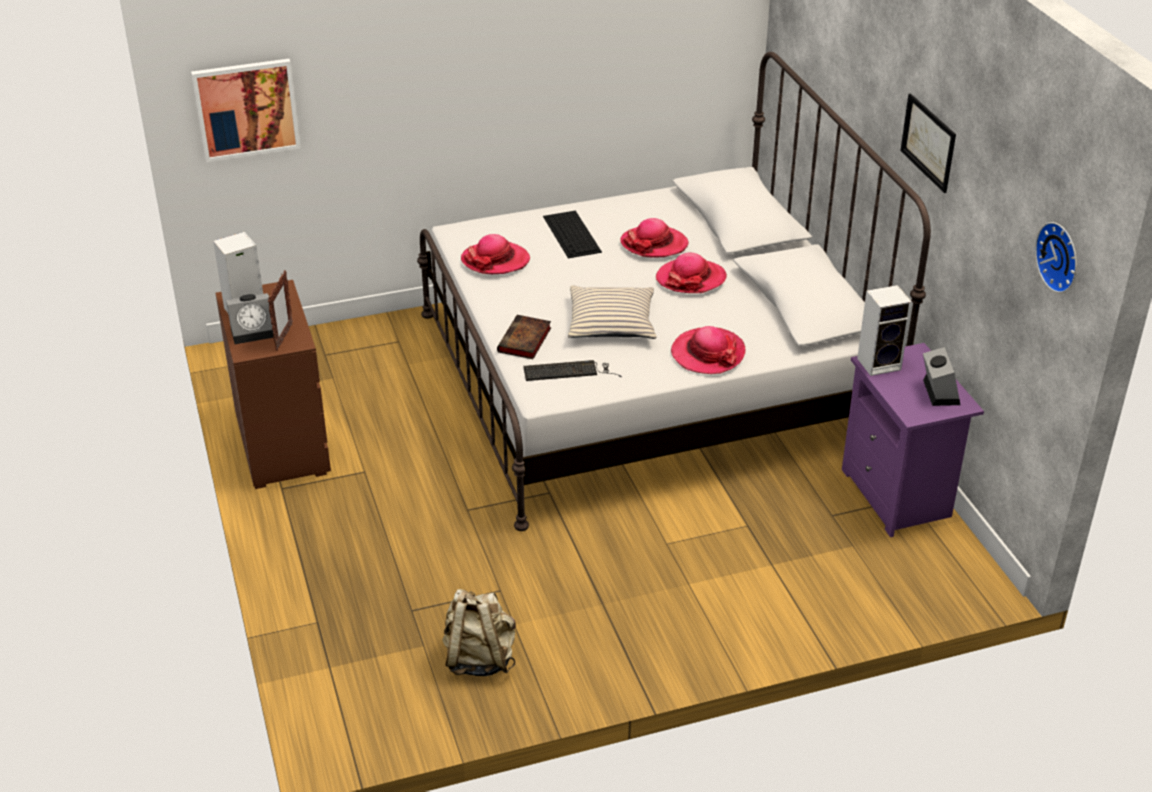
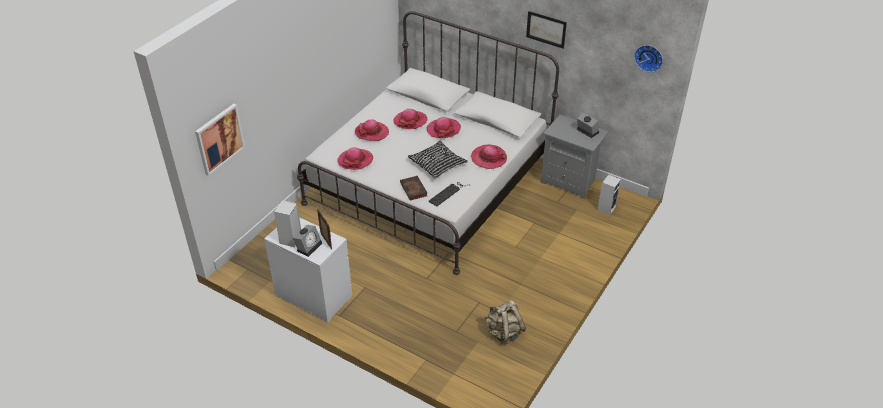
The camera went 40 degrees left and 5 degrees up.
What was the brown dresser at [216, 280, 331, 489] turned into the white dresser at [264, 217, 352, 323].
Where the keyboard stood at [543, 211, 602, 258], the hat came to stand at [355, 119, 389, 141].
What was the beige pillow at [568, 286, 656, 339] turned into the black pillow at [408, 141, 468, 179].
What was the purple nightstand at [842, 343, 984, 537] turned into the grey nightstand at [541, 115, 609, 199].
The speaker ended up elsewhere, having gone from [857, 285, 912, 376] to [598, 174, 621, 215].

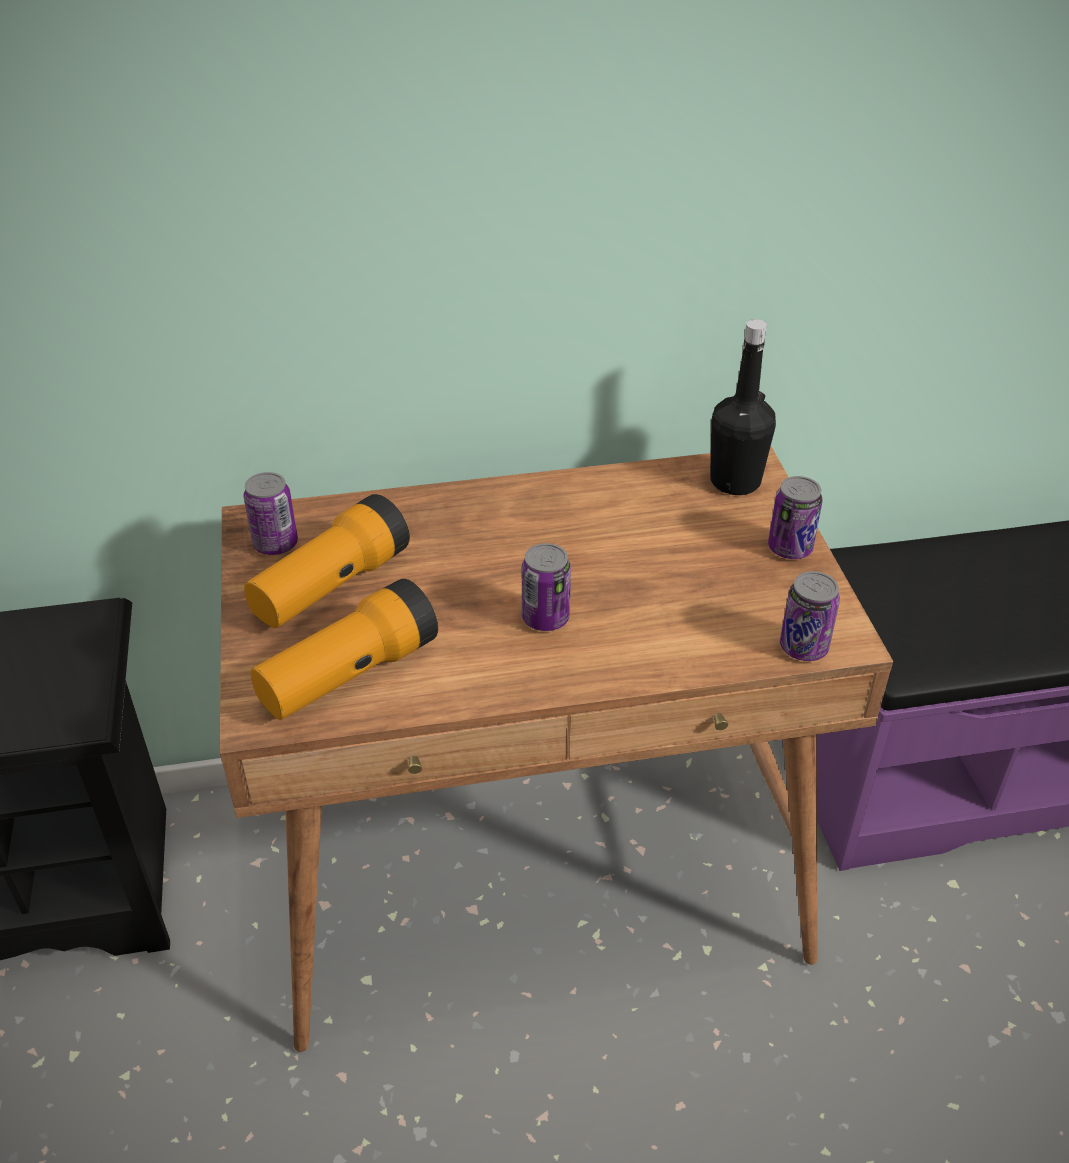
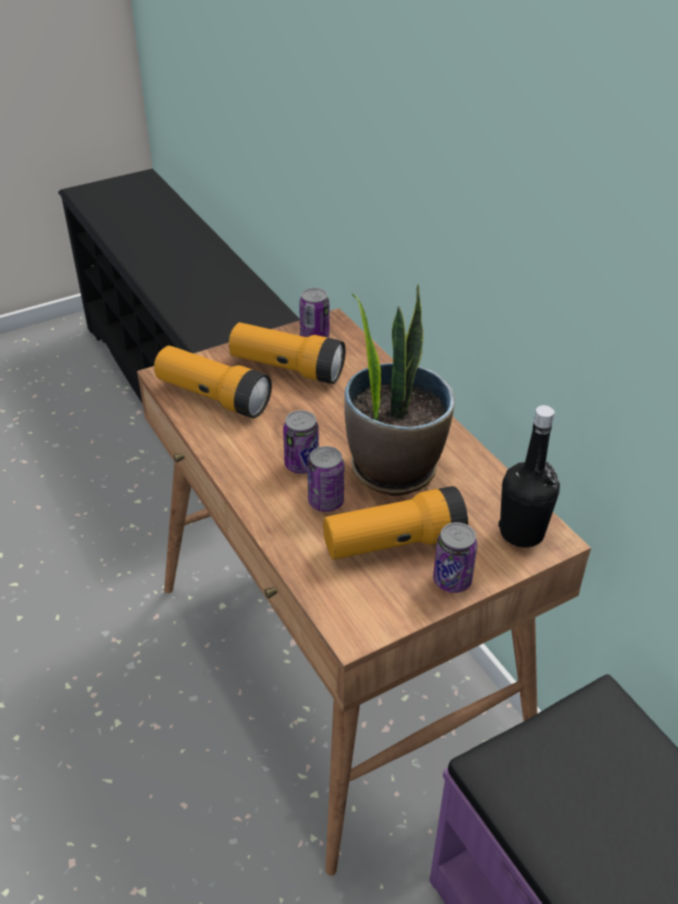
The camera went 70 degrees right and 0 degrees up.
The can ended up elsewhere, having gone from [780, 571, 840, 661] to [307, 446, 344, 512].
The second view gained the flashlight at [323, 486, 468, 559].
The second view gained the potted plant at [344, 284, 455, 496].

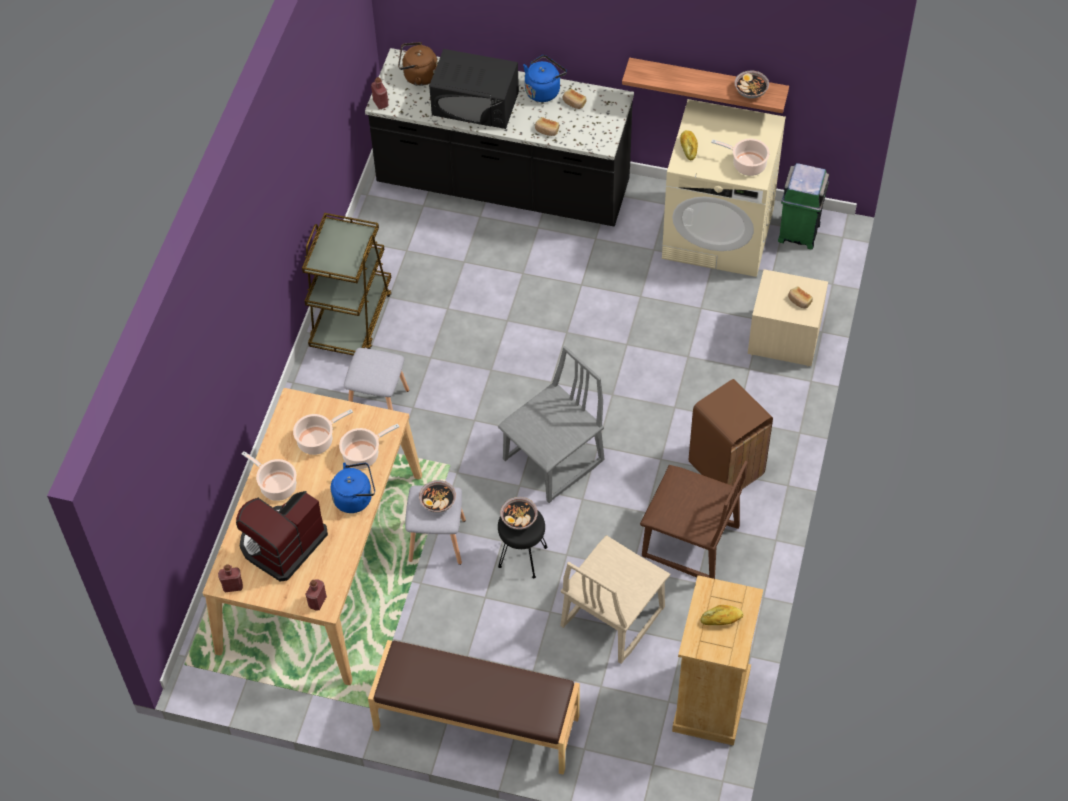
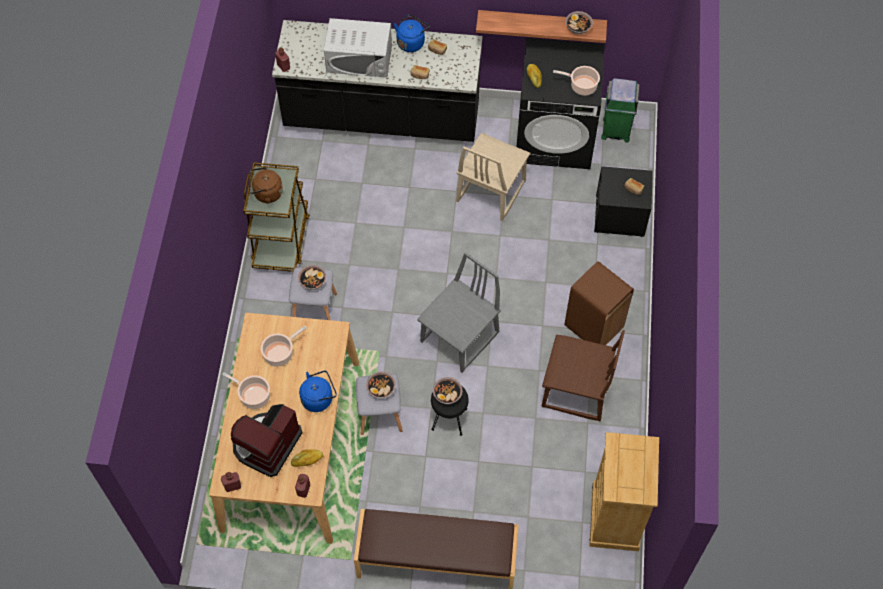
The camera went 10 degrees left and 5 degrees up.
The brown kettle ended up elsewhere, having gone from [398, 42, 438, 86] to [249, 167, 283, 204].
The bread ended up elsewhere, having gone from [700, 605, 743, 625] to [291, 449, 324, 467].
The second view gained the bowl at [298, 265, 326, 290].
What was the black microwave at [429, 49, 519, 129] turned into the white microwave at [324, 18, 392, 77].
The beige chair ended up elsewhere, having gone from [561, 535, 670, 664] to [456, 133, 530, 221].
What was the beige washing machine at [662, 99, 786, 277] turned into the black washing machine at [516, 38, 605, 169].
What was the beige nightstand at [748, 269, 828, 366] turned into the black nightstand at [594, 166, 653, 237].
The second view lost the cooking pot at [339, 424, 399, 469].

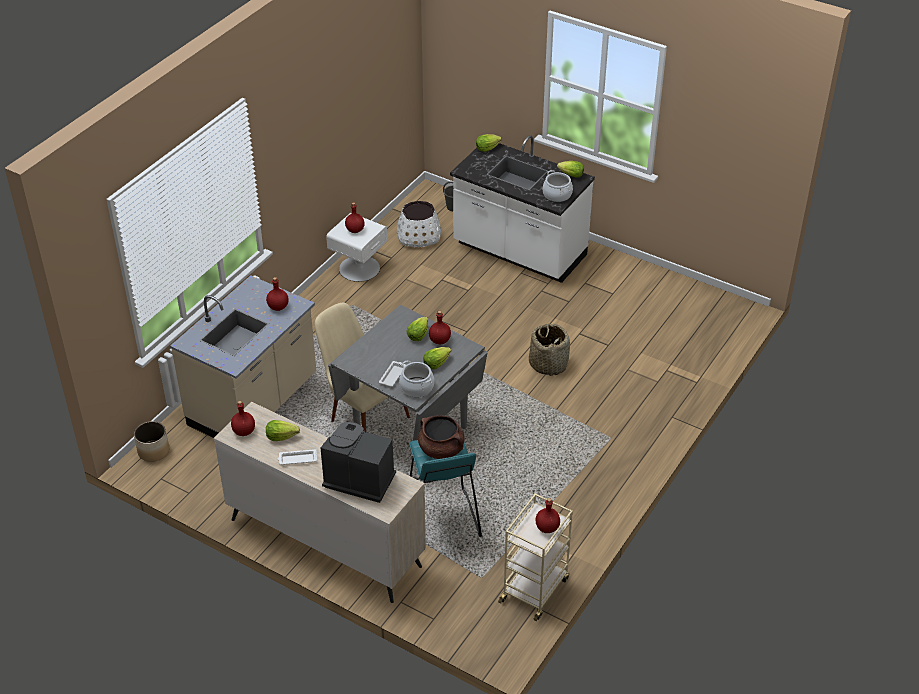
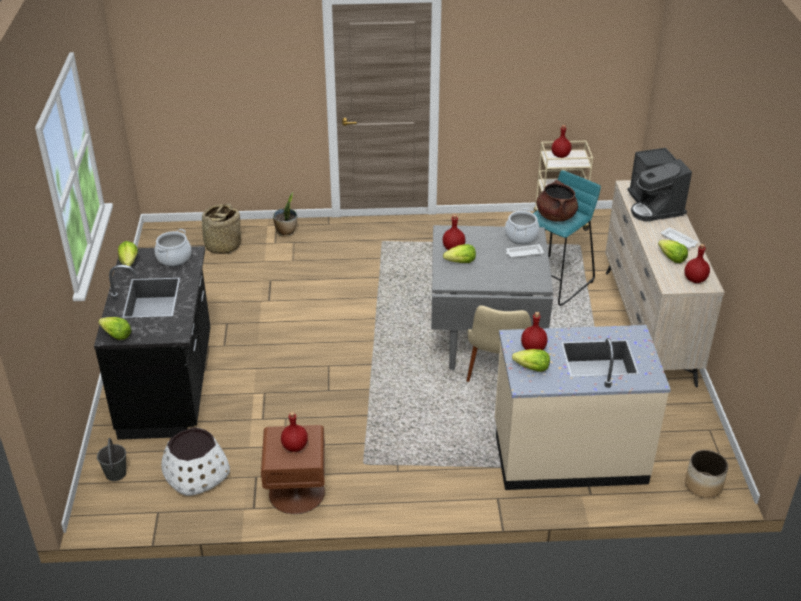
The camera went 125 degrees left and 5 degrees down.
What was the white counter at [450, 135, 595, 283] turned into the black counter at [94, 246, 211, 440].
The basket ended up elsewhere, having gone from [529, 324, 570, 376] to [197, 204, 242, 254].
What was the white nightstand at [326, 213, 388, 282] turned into the brown nightstand at [261, 425, 325, 514].
The second view gained the potted plant at [273, 192, 297, 237].
The lettuce ended up elsewhere, having gone from [423, 347, 451, 369] to [512, 349, 550, 372].

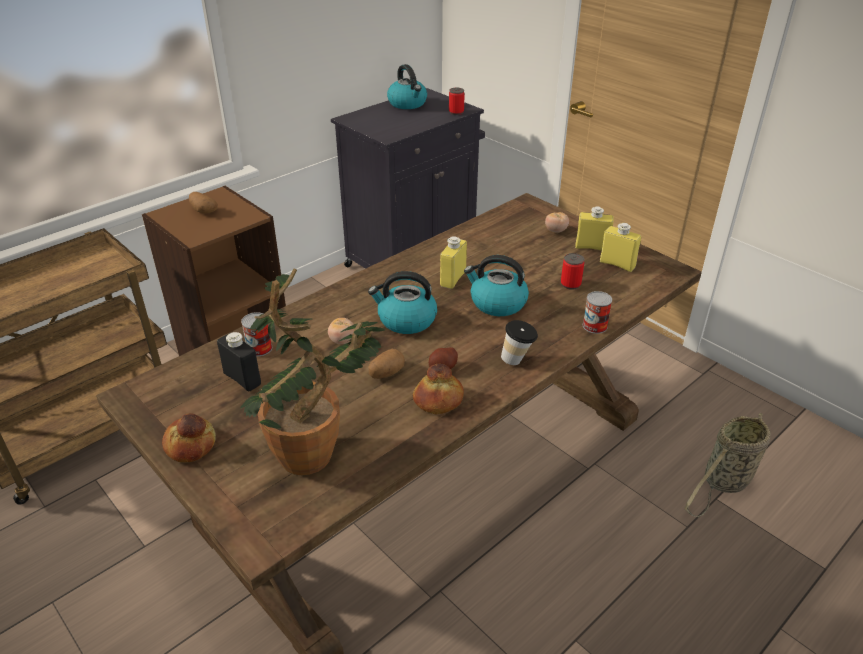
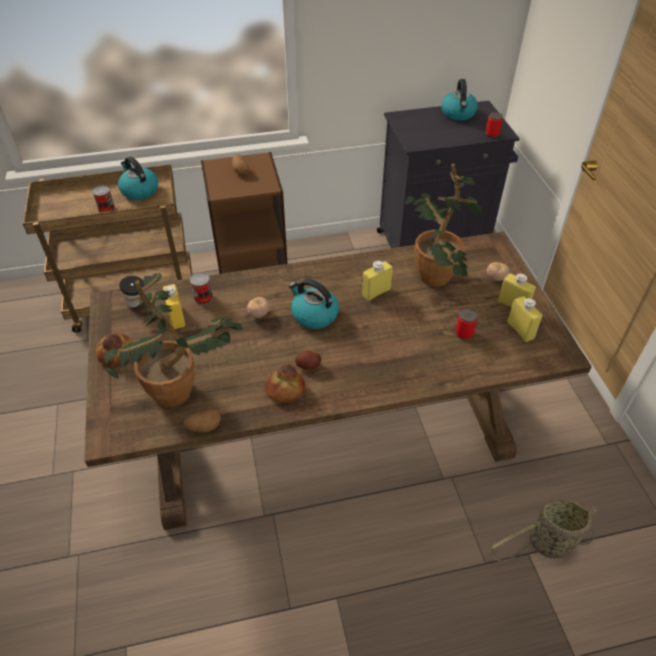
The camera went 30 degrees right and 10 degrees up.
The can ended up elsewhere, having gone from [583, 291, 612, 334] to [92, 185, 115, 213].
The kettle ended up elsewhere, having gone from [464, 255, 529, 316] to [118, 156, 158, 200].
The cup ended up elsewhere, having gone from [501, 320, 538, 365] to [119, 276, 145, 307].
What was the black bottle at [217, 332, 261, 391] turned into the yellow bottle at [163, 284, 185, 329].
The potato ended up elsewhere, having gone from [369, 349, 405, 379] to [184, 409, 221, 433].
The second view gained the potted plant at [405, 164, 483, 287].

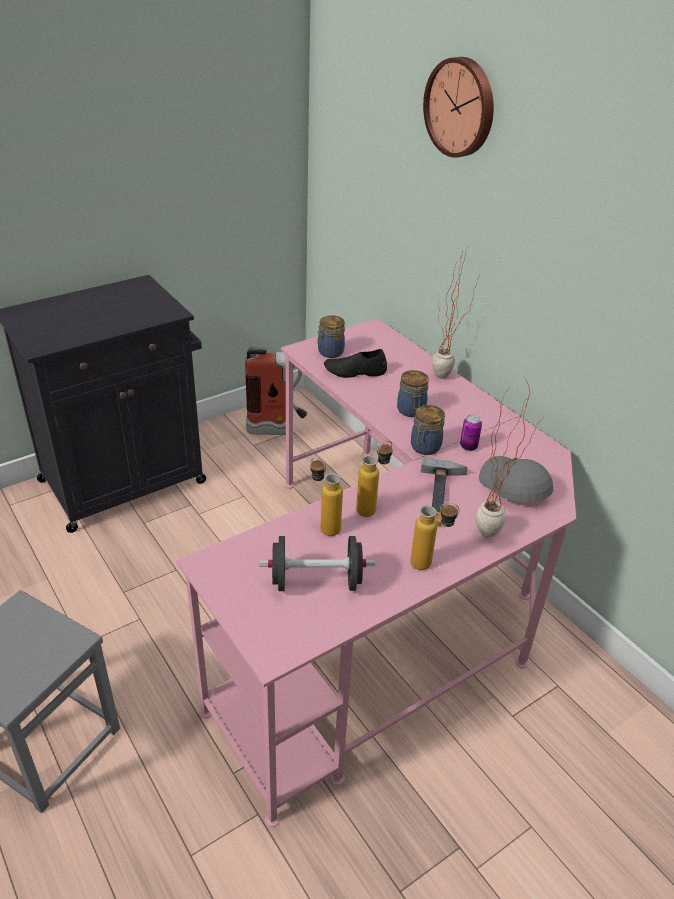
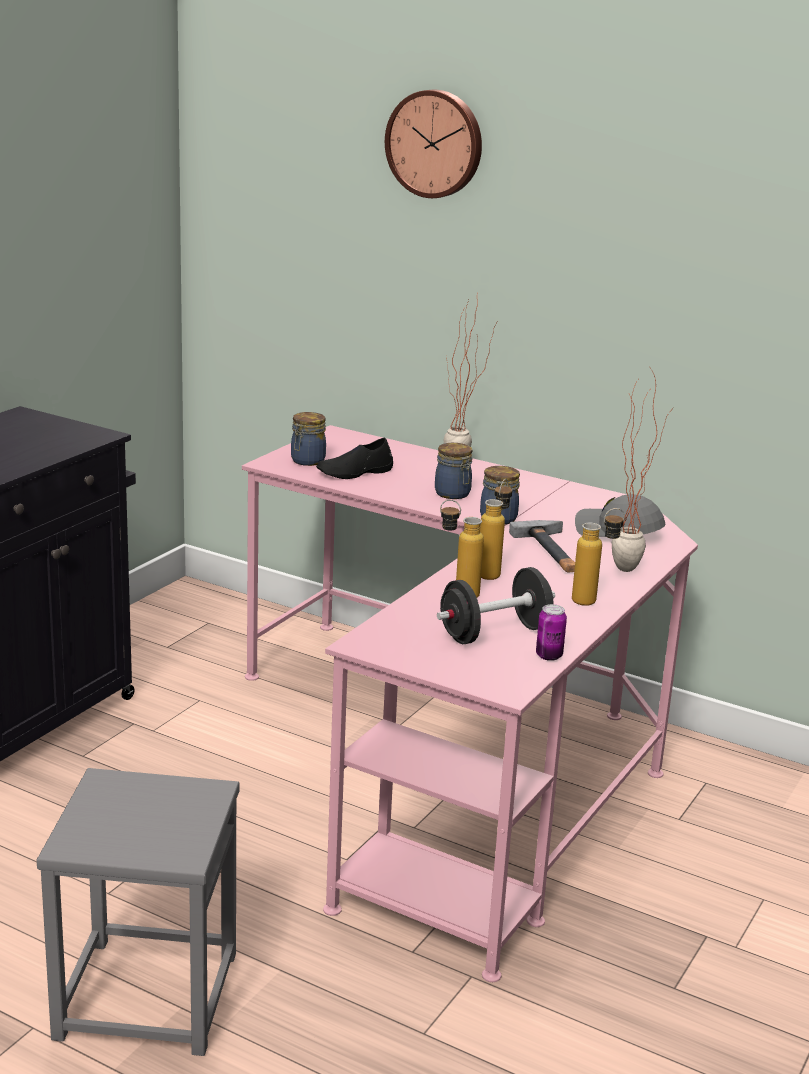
The camera went 25 degrees left and 15 degrees down.
The can ended up elsewhere, having gone from [460, 414, 482, 451] to [536, 604, 567, 661].
The second view lost the fire extinguisher at [245, 345, 307, 435].

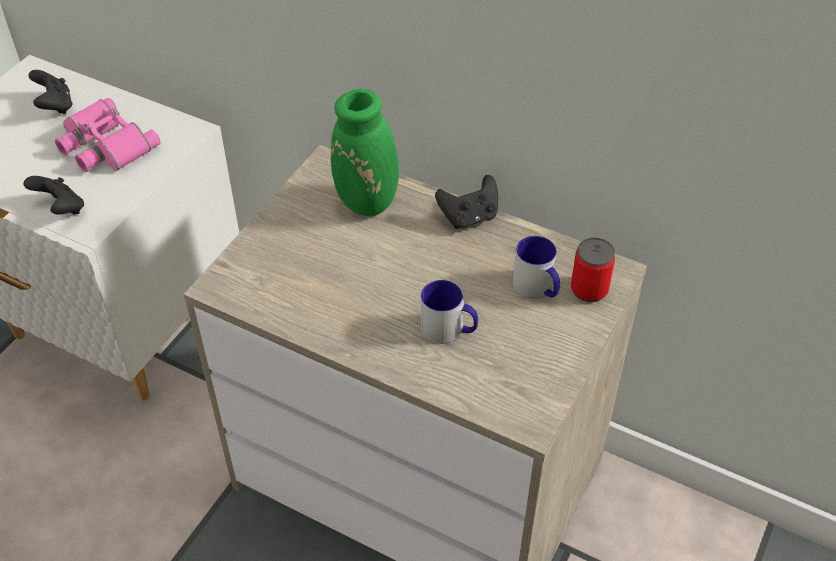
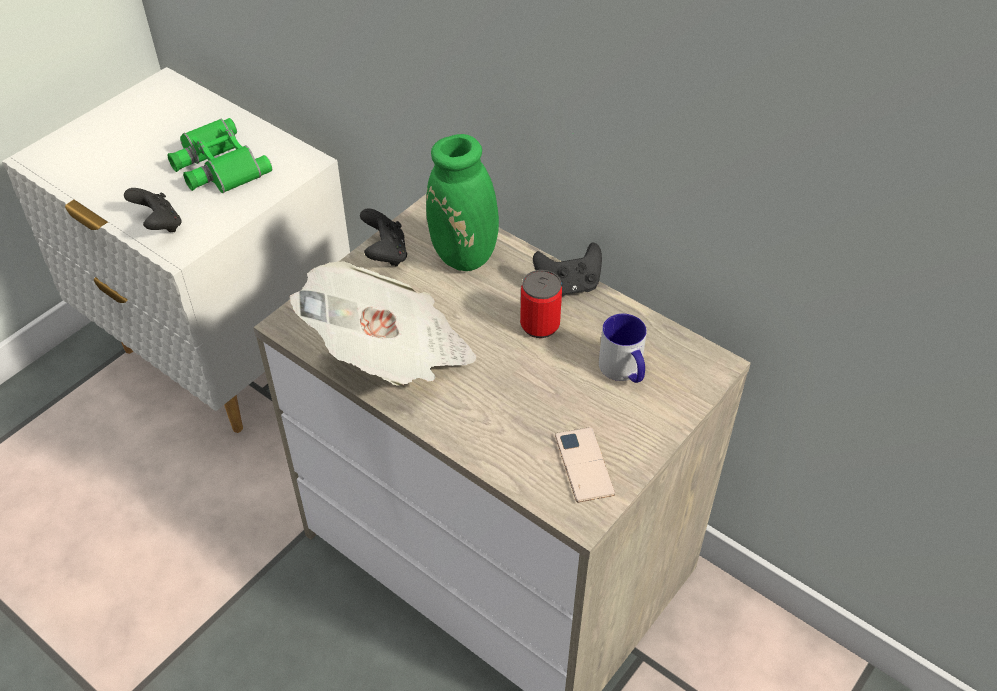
The camera went 10 degrees right and 0 degrees up.
What was the pink binoculars at [55, 98, 160, 172] turned into the green binoculars at [167, 118, 272, 193].
The second view gained the newspaper at [289, 261, 477, 386].
The black game controller ended up elsewhere, having gone from [28, 70, 72, 114] to [360, 208, 407, 267].
The can ended up elsewhere, having gone from [571, 238, 615, 302] to [520, 270, 562, 338].
The second view gained the phone at [555, 427, 615, 503].
The second view lost the mug at [421, 280, 478, 344].

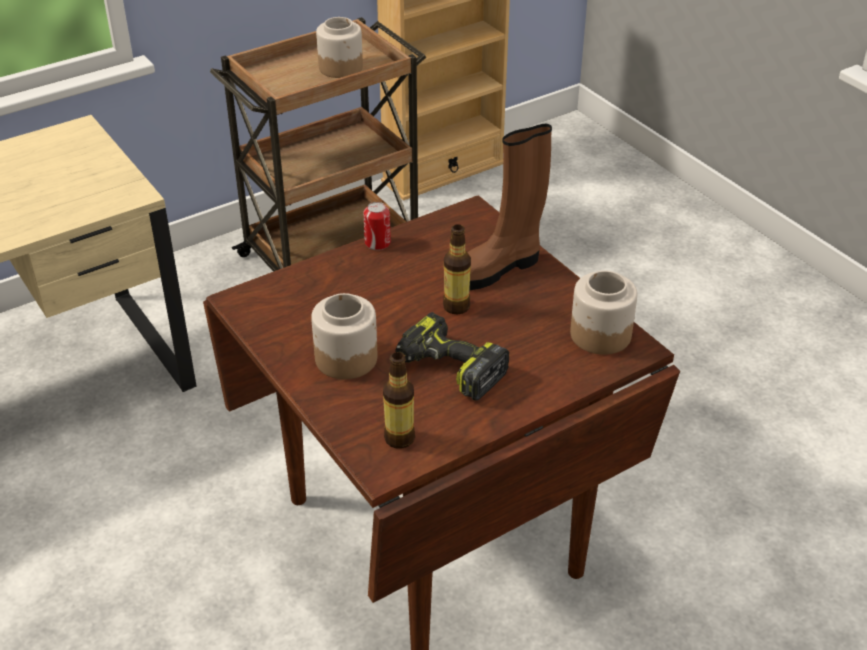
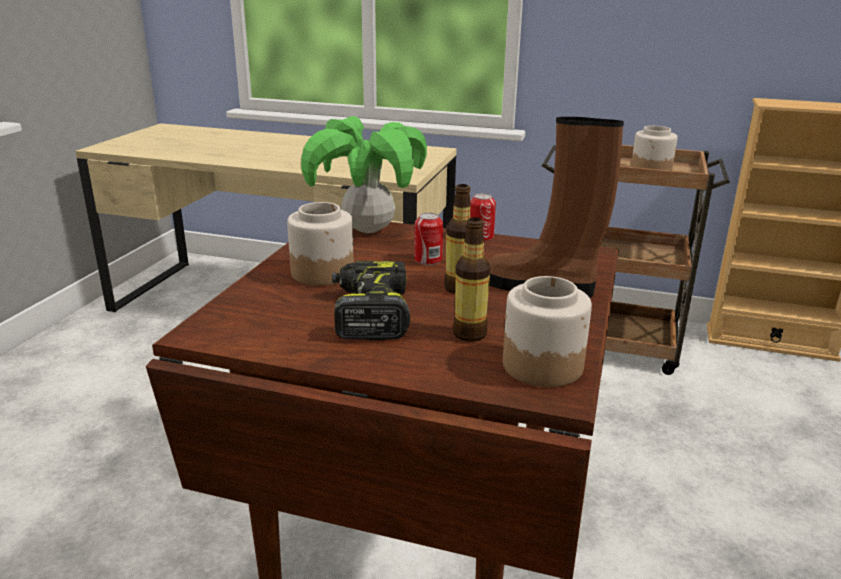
The camera went 50 degrees right and 15 degrees down.
The second view gained the potted plant at [301, 116, 427, 233].
The second view gained the can at [414, 213, 443, 265].
The bottle ended up elsewhere, having gone from [383, 352, 415, 448] to [453, 217, 490, 342].

